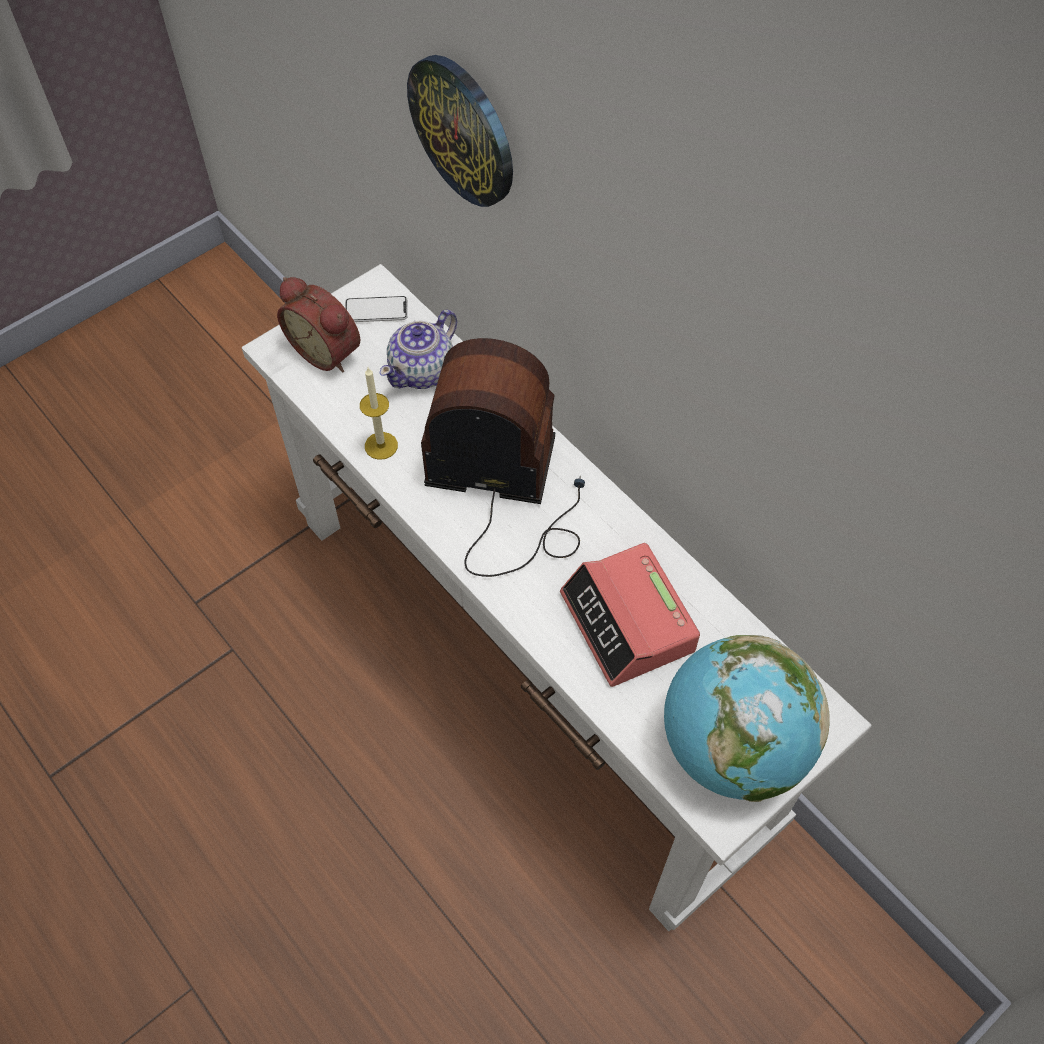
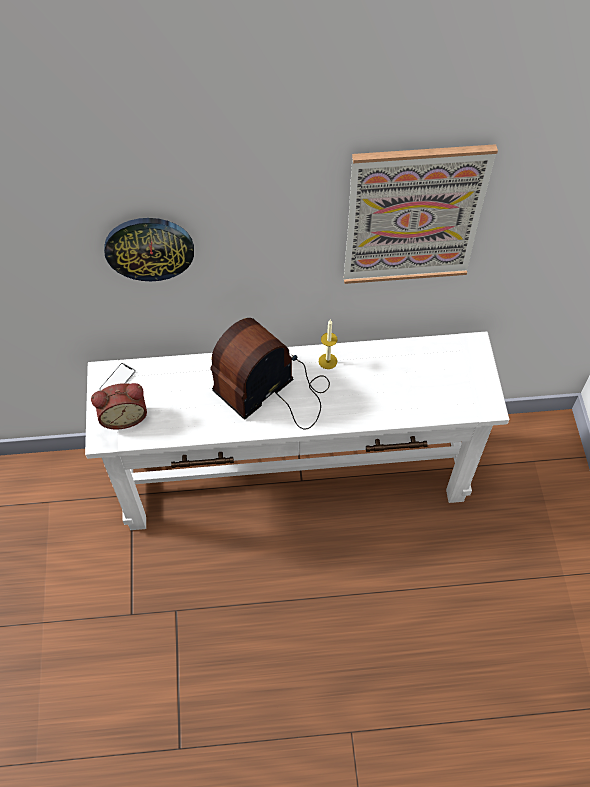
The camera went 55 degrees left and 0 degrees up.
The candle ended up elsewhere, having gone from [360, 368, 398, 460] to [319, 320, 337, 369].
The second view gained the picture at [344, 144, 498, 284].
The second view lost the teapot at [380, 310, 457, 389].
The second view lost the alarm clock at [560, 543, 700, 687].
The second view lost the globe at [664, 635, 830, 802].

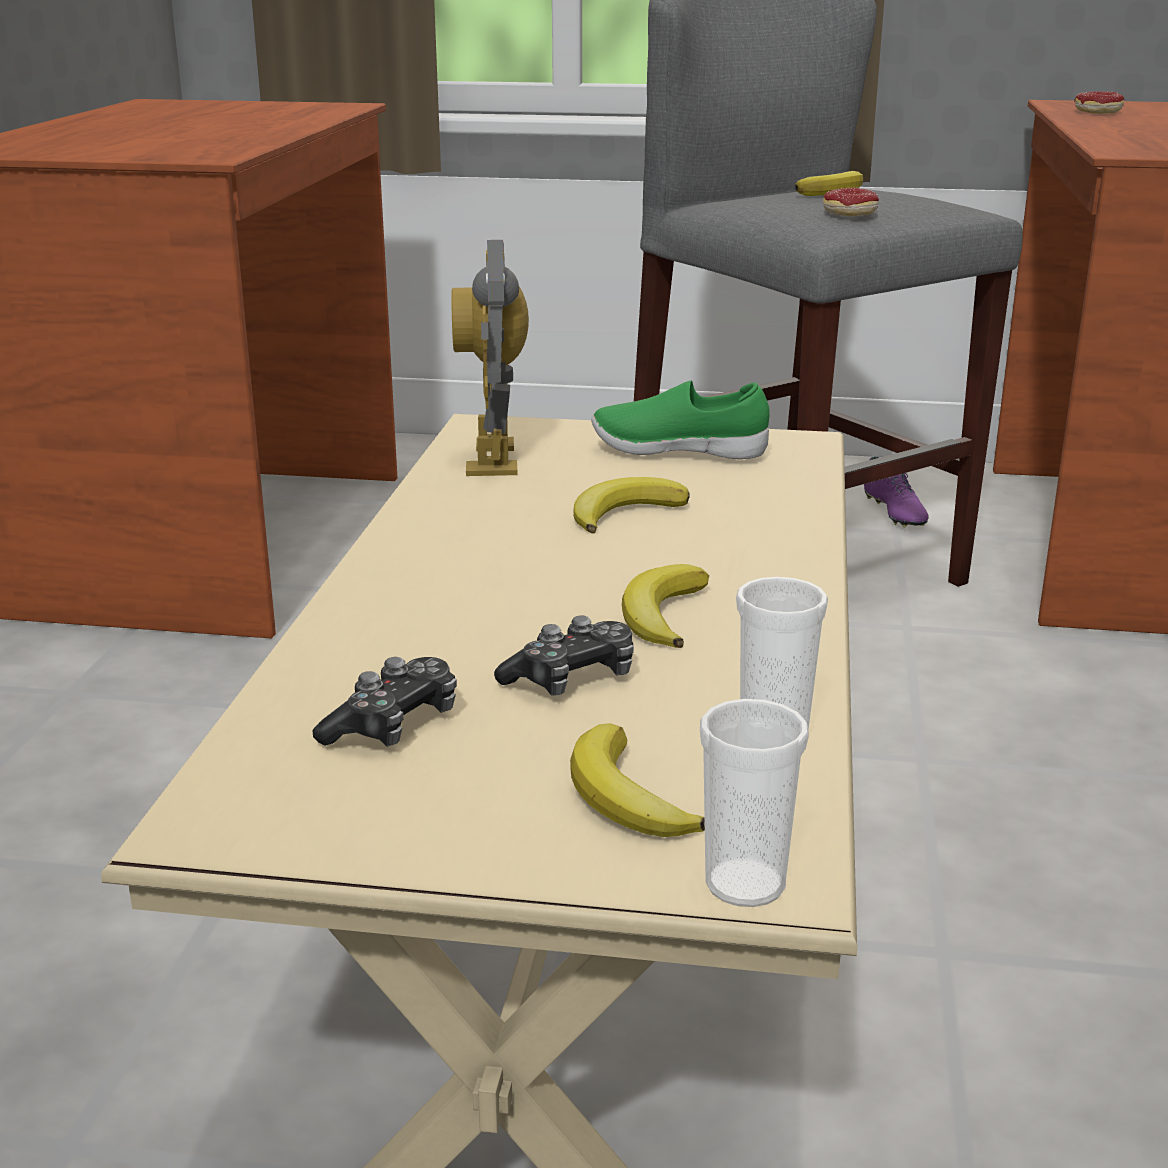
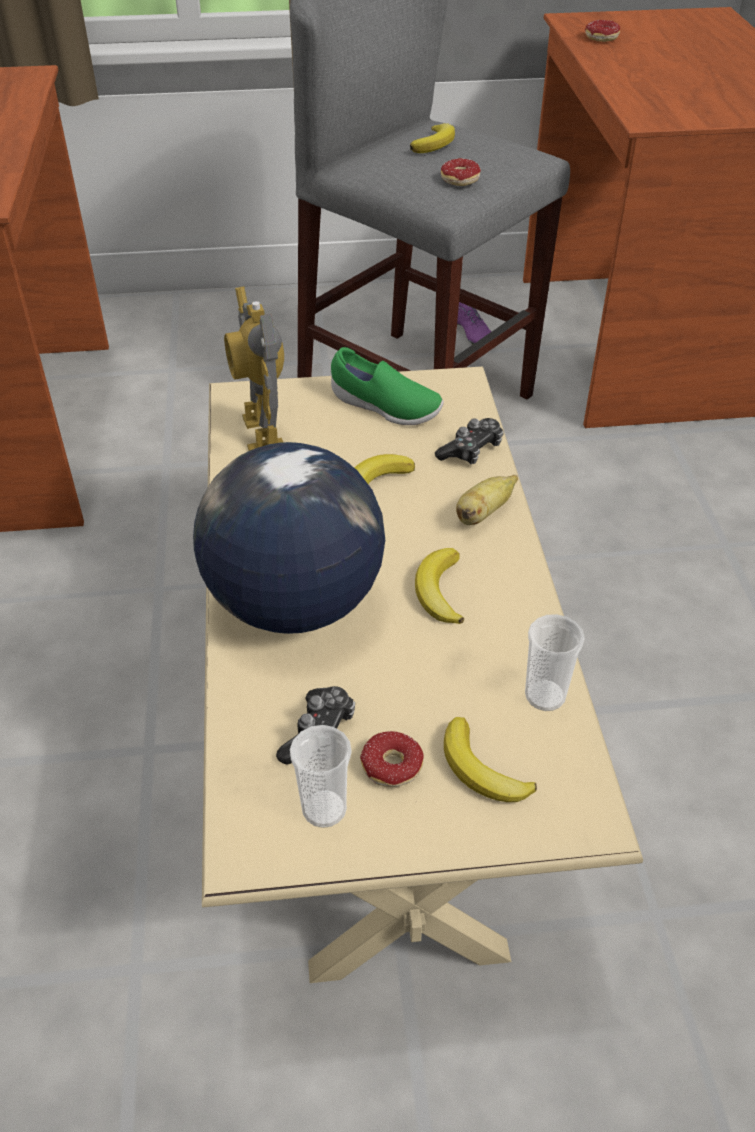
The camera went 15 degrees left and 20 degrees up.
The second view gained the globe at [193, 442, 385, 634].
The cup ended up elsewhere, having gone from [700, 699, 809, 907] to [290, 725, 352, 828].
The green shoe at [591, 380, 770, 459] ended up facing another way, 150 degrees counterclockwise from before.
The second view gained the donut at [360, 731, 424, 787].
The game controller ended up elsewhere, having gone from [494, 615, 634, 696] to [435, 418, 504, 464].
The second view gained the banana at [456, 475, 518, 525].

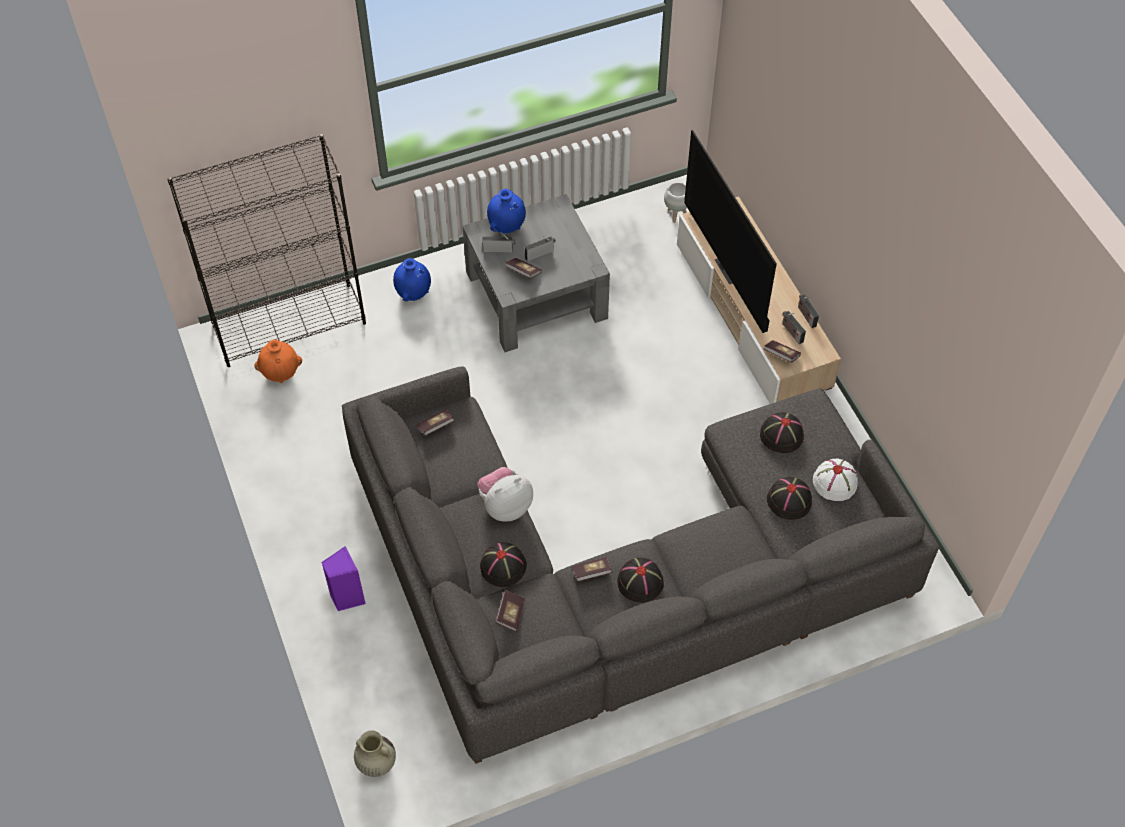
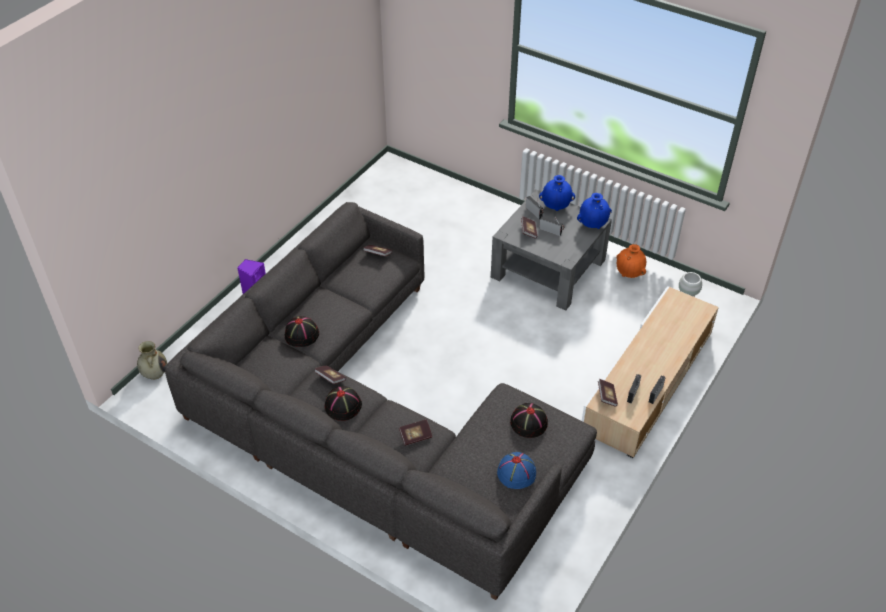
The camera went 55 degrees right and 10 degrees down.
The book ended up elsewhere, having gone from [495, 590, 525, 632] to [399, 419, 432, 446].
What was the white hat at [813, 458, 858, 501] turned into the blue hat at [497, 452, 536, 489].
The blue vase ended up elsewhere, having gone from [393, 258, 431, 301] to [577, 193, 612, 229].
The orange vase ended up elsewhere, having gone from [254, 339, 302, 383] to [616, 244, 646, 278].
The second view lost the black bookcase at [167, 134, 366, 367].
The second view lost the plush toy at [477, 467, 533, 522].
The second view lost the television at [684, 130, 777, 333].
The second view lost the black hat at [767, 477, 812, 520].

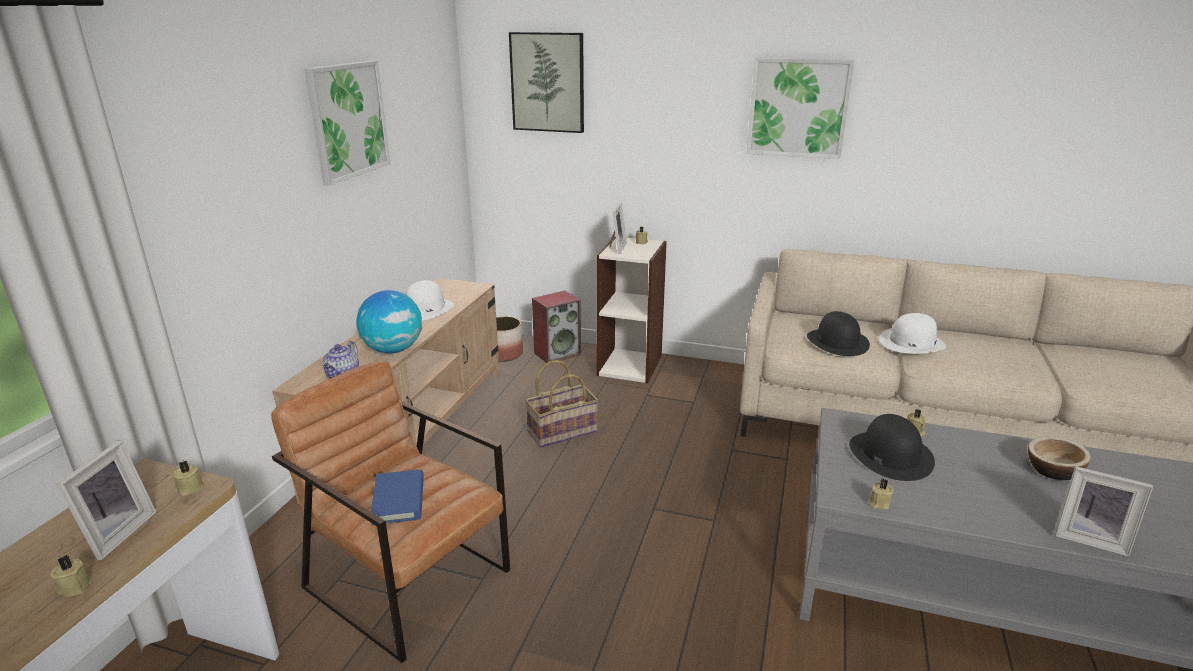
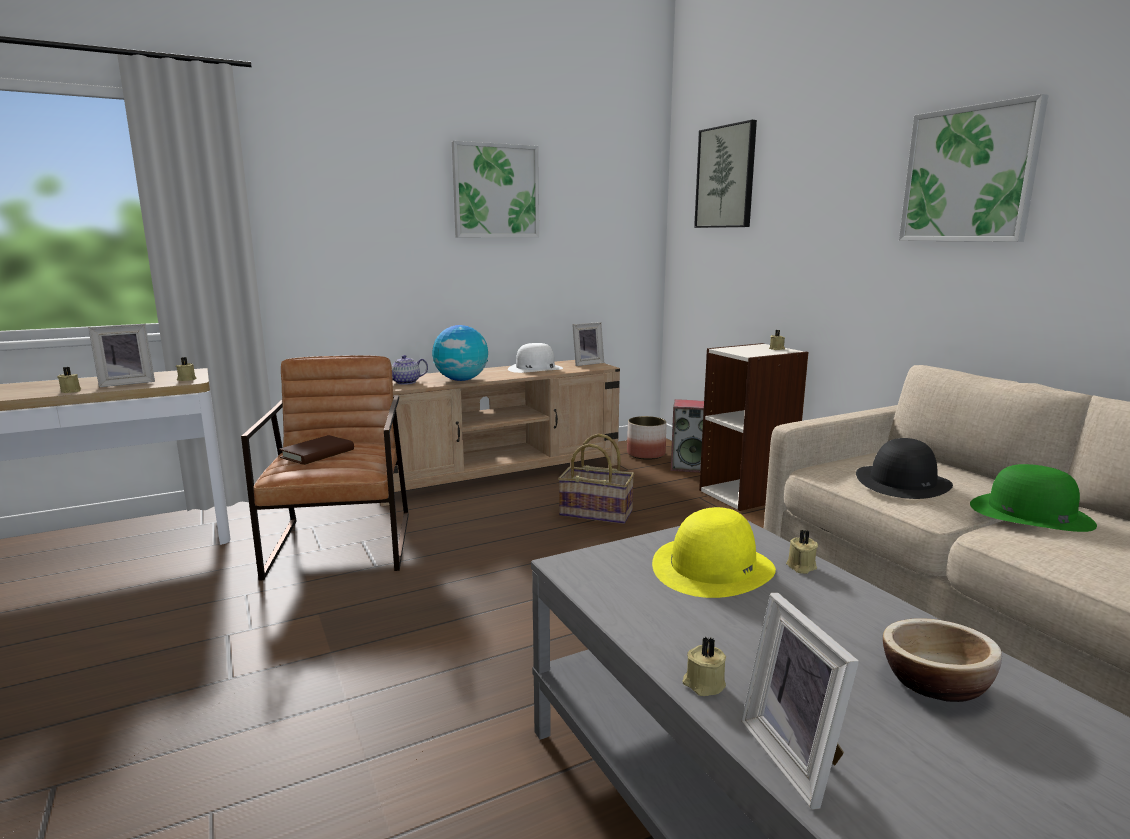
The camera went 45 degrees right and 10 degrees down.
What was the blue book at [371, 469, 424, 525] turned into the brown book at [279, 435, 354, 465].
The picture frame ended up elsewhere, having gone from [610, 203, 627, 254] to [572, 322, 604, 366].
What was the black hat at [849, 414, 935, 481] turned into the yellow hat at [652, 507, 776, 598].
The beige candle ended up elsewhere, having gone from [868, 479, 894, 510] to [682, 637, 726, 696].
What was the white hat at [879, 313, 946, 354] turned into the green hat at [970, 464, 1097, 532].

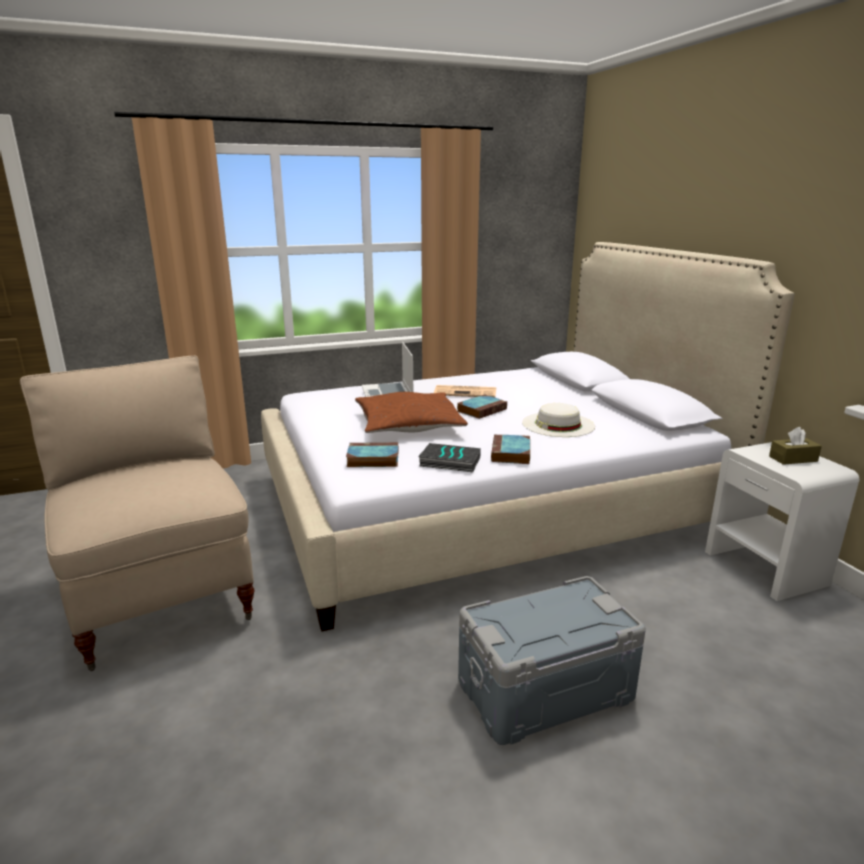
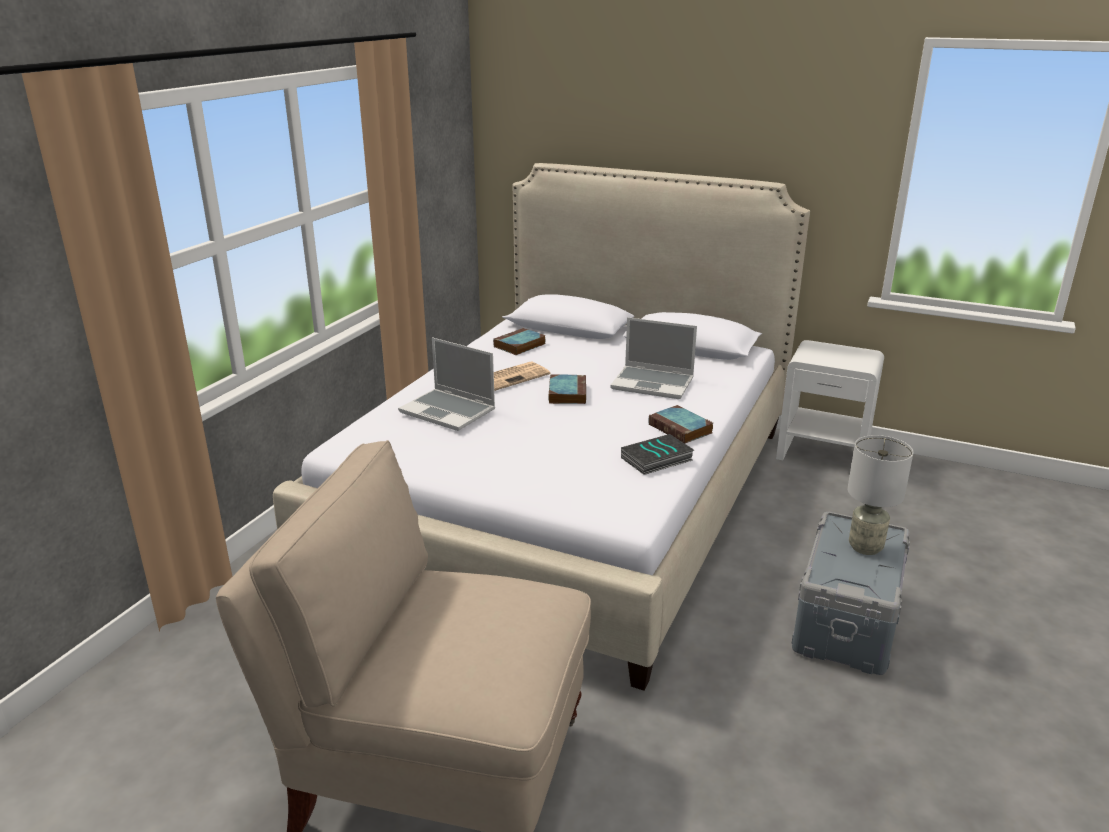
The camera went 45 degrees left and 5 degrees up.
The book ended up elsewhere, having gone from [346, 442, 398, 467] to [493, 328, 546, 355].
Where the white hat stood at [522, 403, 595, 437], the laptop came to stand at [610, 317, 697, 399].
The second view gained the grey table lamp at [848, 435, 913, 555].
The second view lost the brown pillow at [355, 392, 468, 433].
The second view lost the brown tissue box at [769, 427, 822, 465].

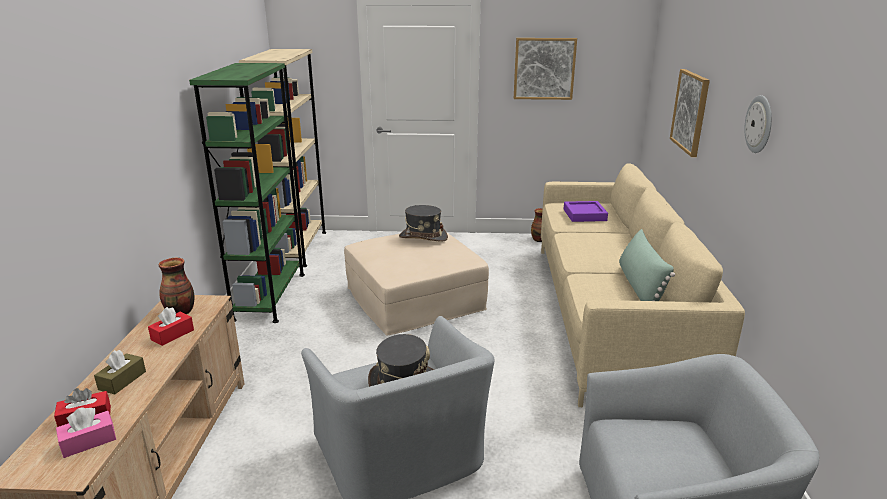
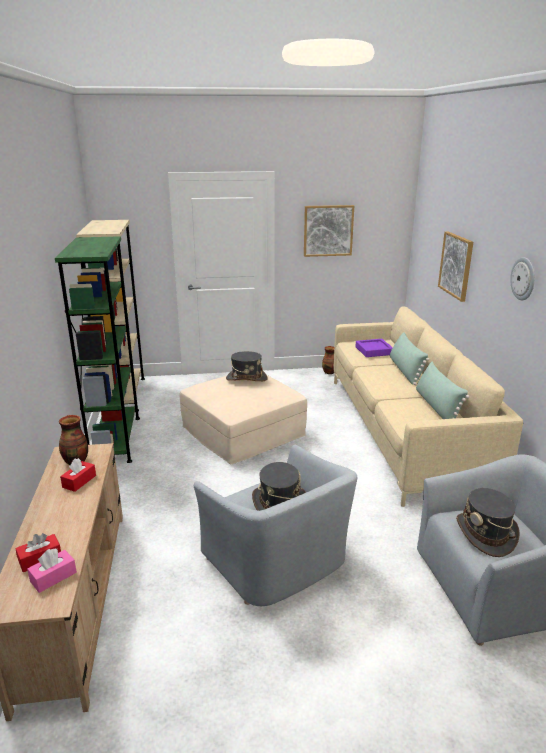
The camera went 10 degrees left and 0 degrees up.
The second view gained the green pillow at [390, 332, 429, 385].
The second view gained the grey hat at [456, 488, 520, 557].
The second view lost the brown tissue box at [94, 350, 146, 394].

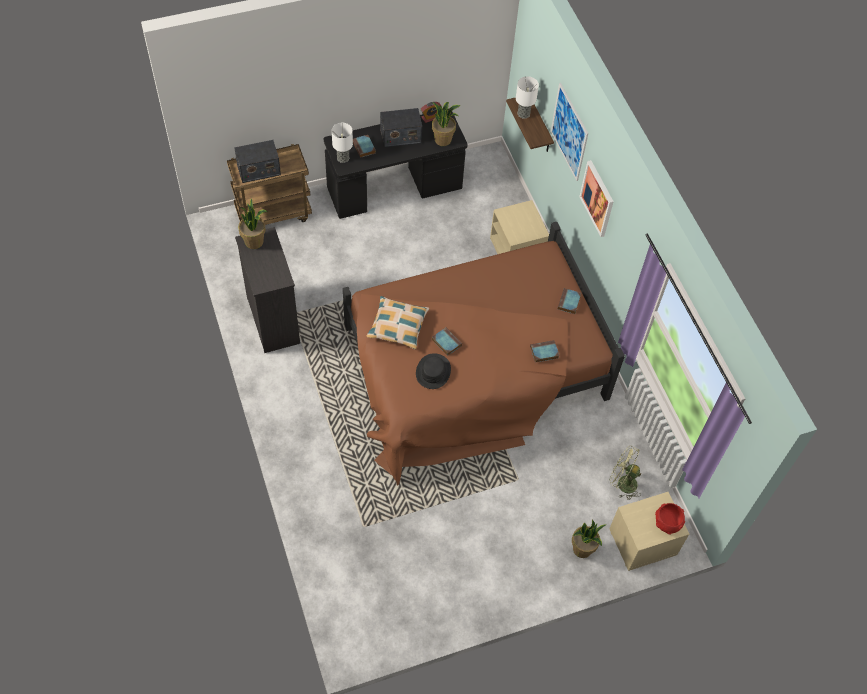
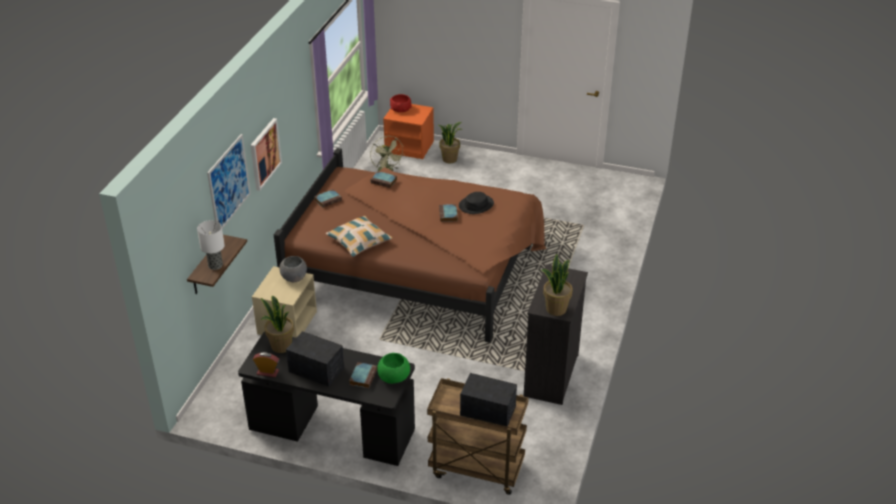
The camera went 140 degrees left and 20 degrees down.
The second view gained the grey bowl at [279, 256, 307, 282].
The pillow ended up elsewhere, having gone from [366, 296, 429, 349] to [326, 216, 392, 257].
Where the table lamp stood at [332, 123, 353, 163], the green bowl came to stand at [377, 353, 410, 384].
What was the beige nightstand at [609, 492, 689, 571] turned into the orange nightstand at [383, 104, 434, 159].

